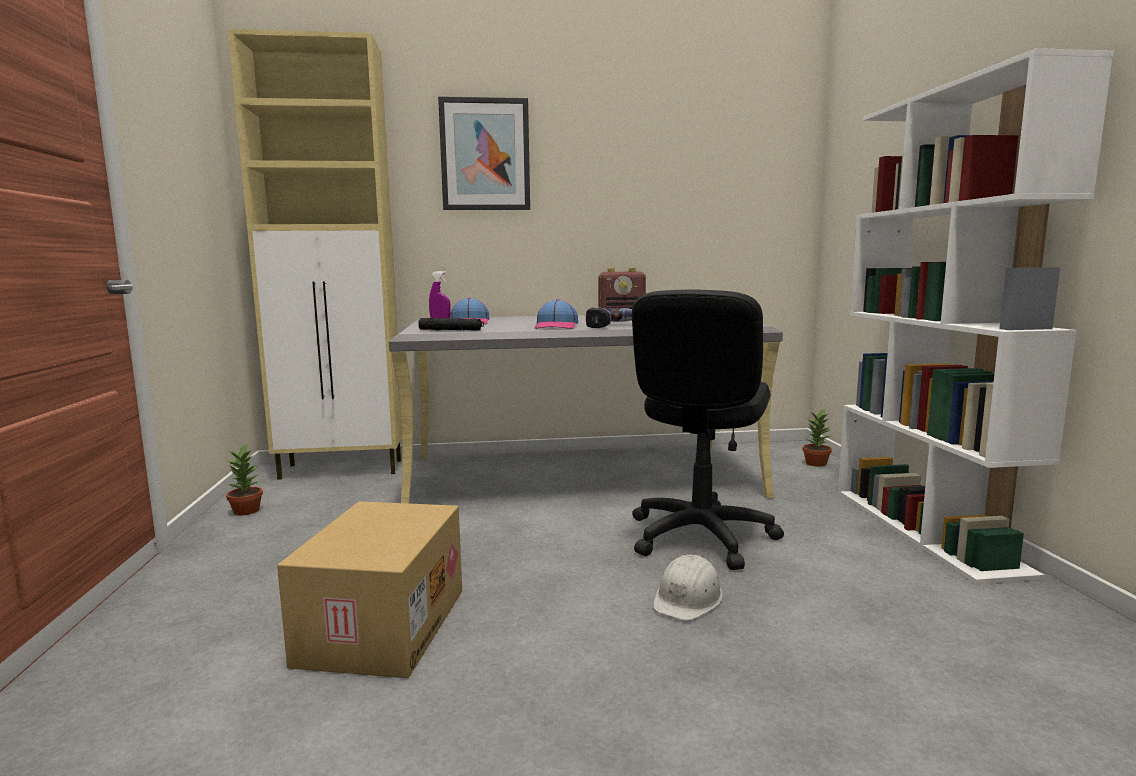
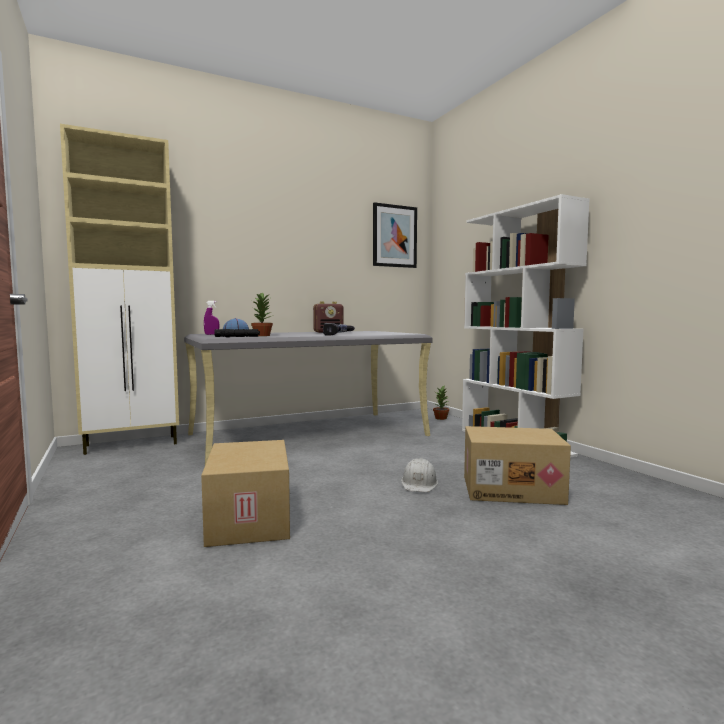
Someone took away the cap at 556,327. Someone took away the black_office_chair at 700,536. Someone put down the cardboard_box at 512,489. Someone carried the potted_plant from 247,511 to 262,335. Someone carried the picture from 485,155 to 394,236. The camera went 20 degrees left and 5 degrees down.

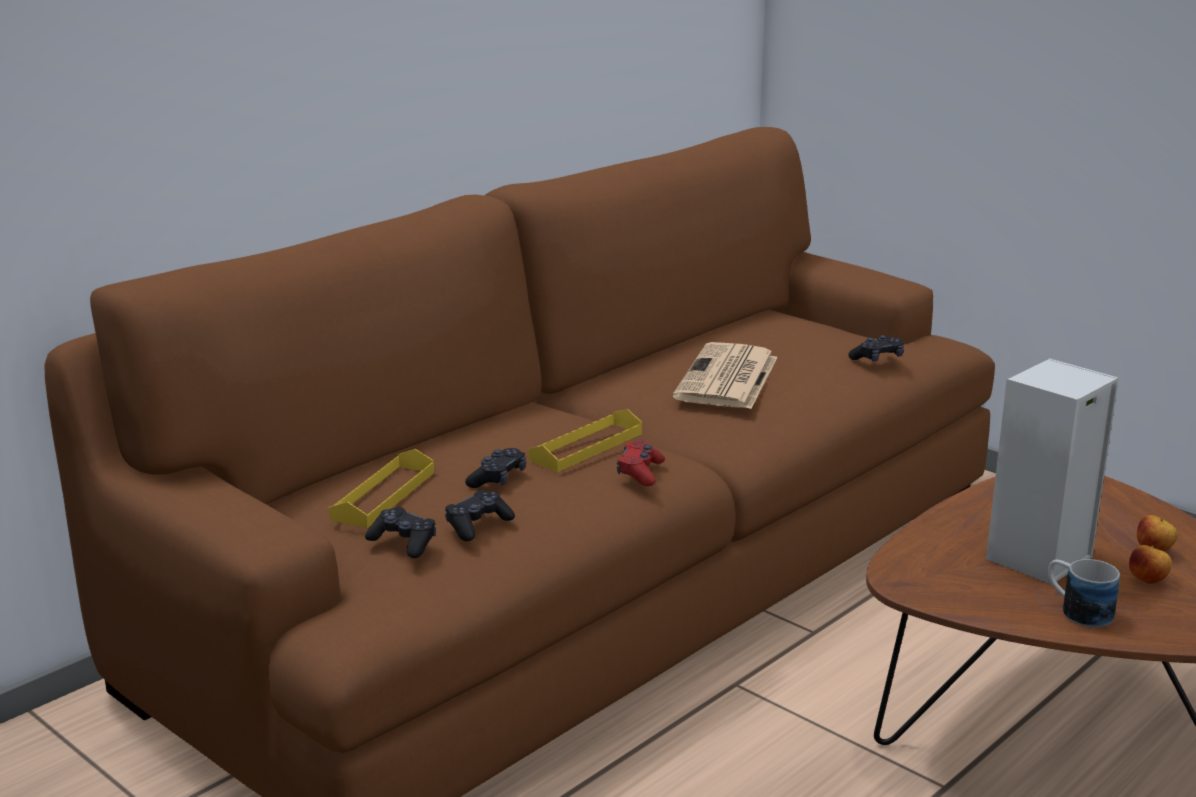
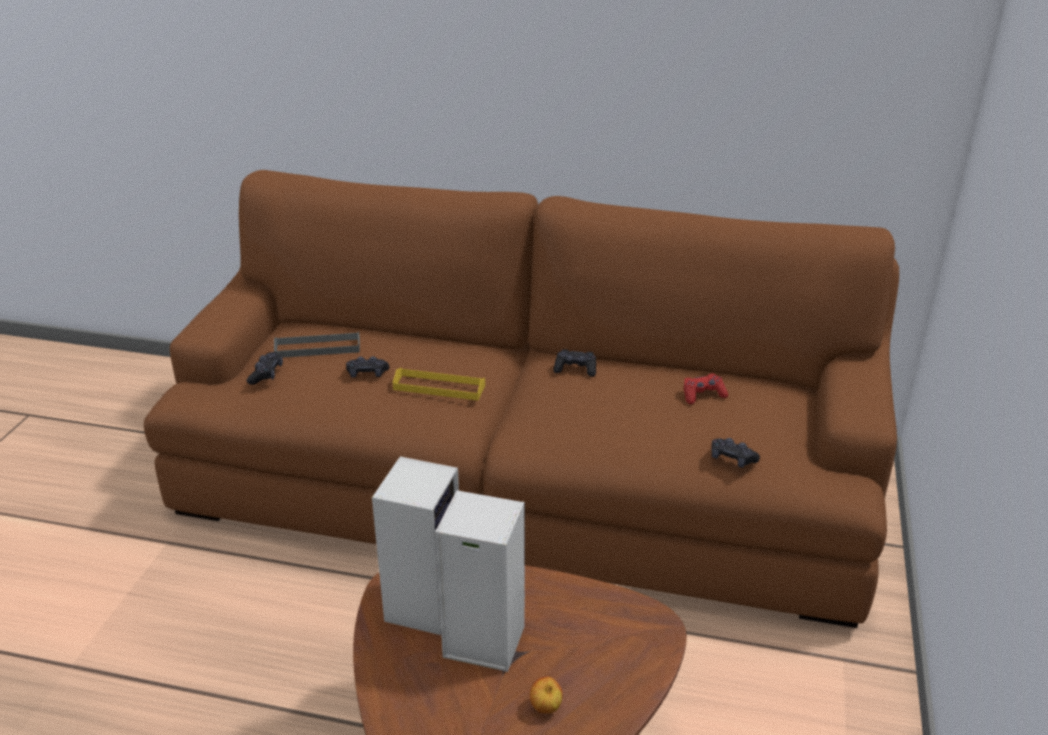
Someone took away the newspaper at 727,379. Someone took away the mug at 1077,611. Someone took away the apple at 1147,581. Someone put down the speaker at 424,602. Someone carried the black_game_controller from 477,525 to 575,369. Someone carried the red_game_controller from 640,472 to 703,395. Someone repainted the yellow_tray at 383,495, which became the grey_tray at 318,348. The camera went 60 degrees right and 10 degrees up.

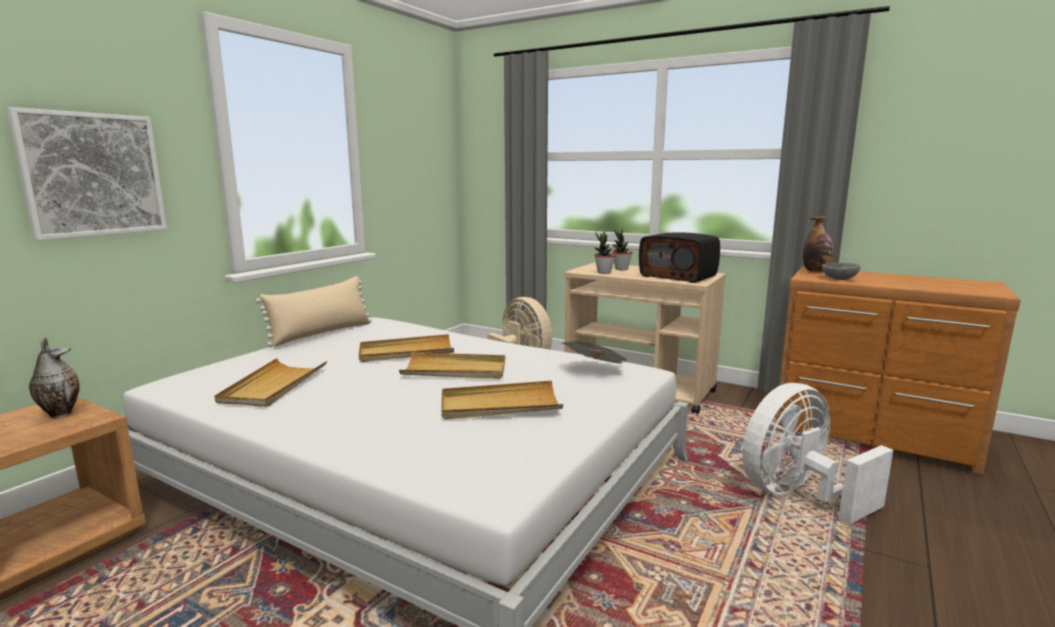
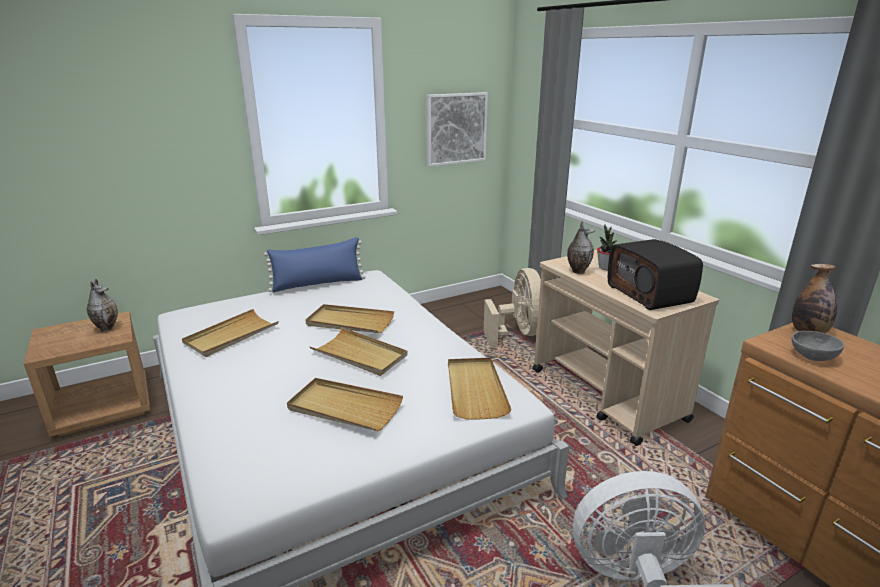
Someone carried the picture from 93,174 to 456,129. Someone swapped the newspaper at 596,370 for the beige_tray at 475,389. Someone swapped the potted_plant at 604,272 for the vase at 577,271. Someone repainted the beige_pillow at 321,333, which became the blue_pillow at 318,284. The camera went 30 degrees right and 10 degrees up.

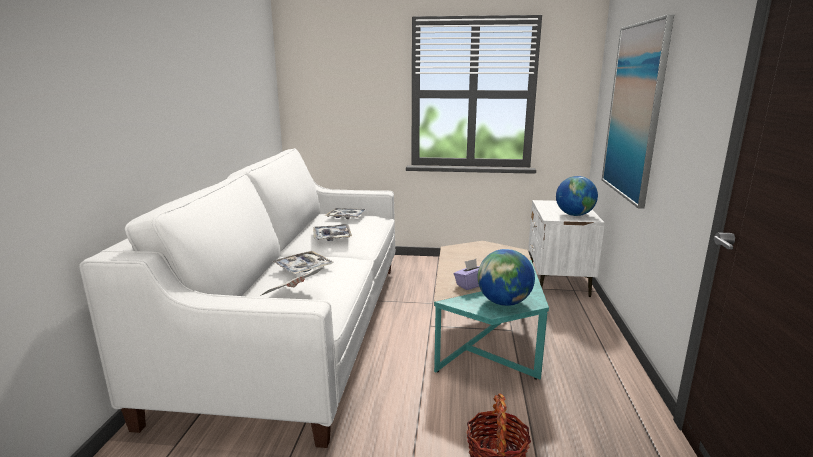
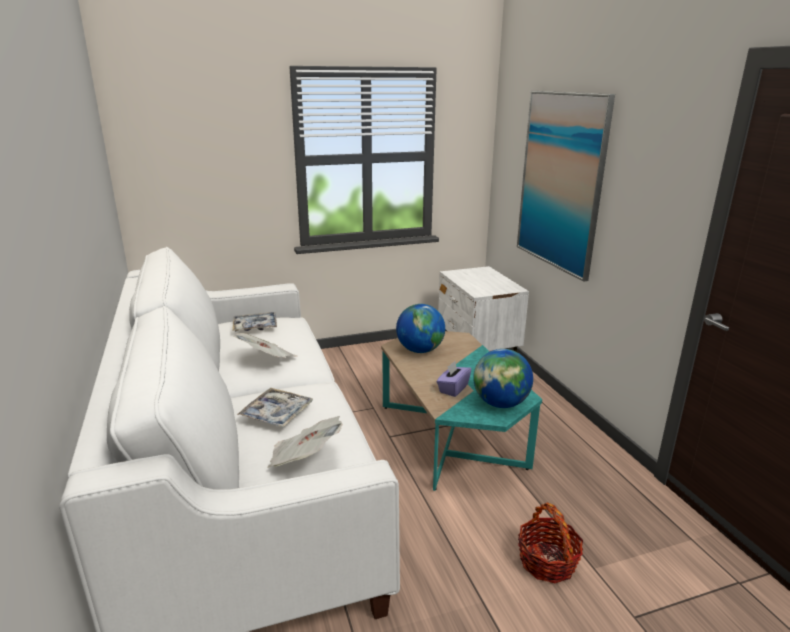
Someone carried the globe from 574,215 to 420,350. Someone swapped the tray at 332,237 for the newspaper at 267,360. The camera went 25 degrees left and 5 degrees up.

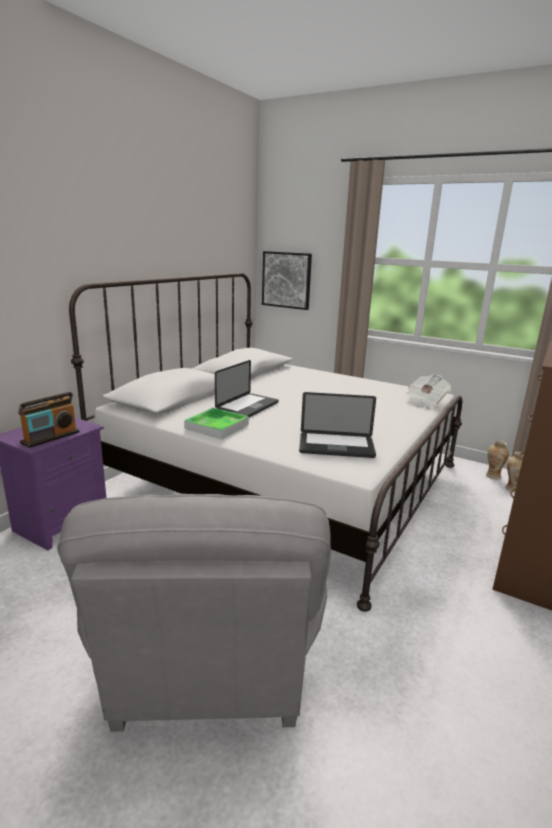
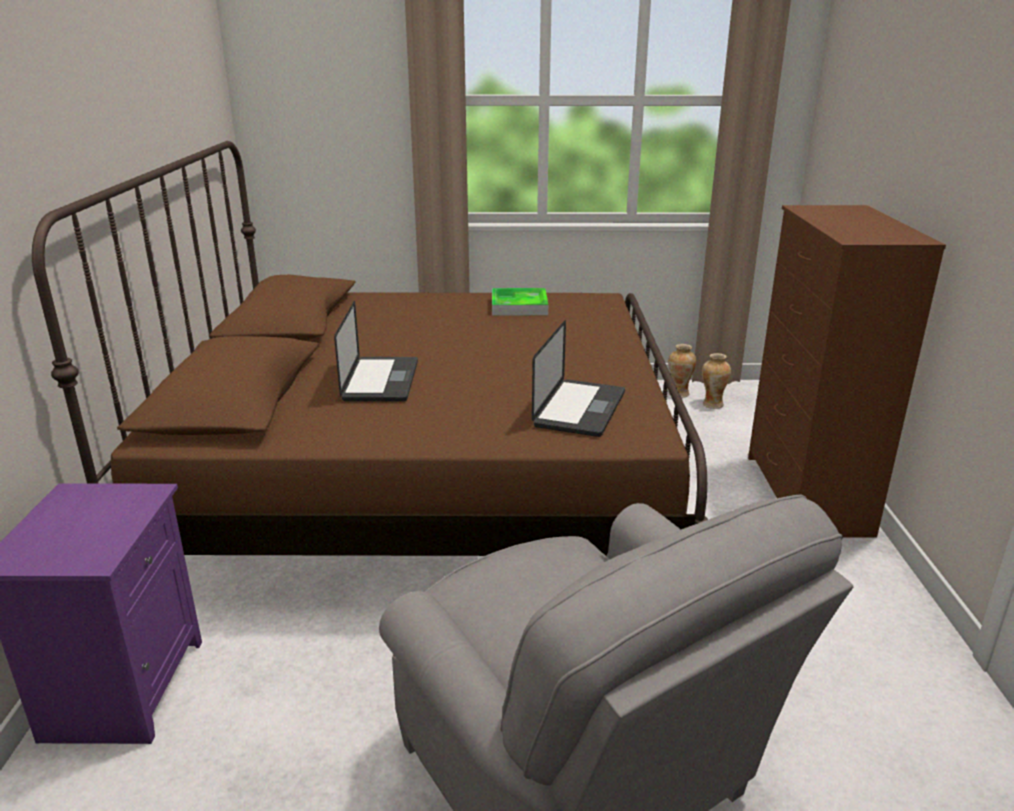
Someone took away the radio at 51,437. Someone took away the picture at 286,280. Someone took away the newspaper at 424,402. Someone carried the tray from 217,426 to 519,306. Someone repainted the white_bed at 285,478, which became the brown_bed at 429,480. Someone rotated the laptop at 336,446 by 45 degrees counterclockwise. The camera went 30 degrees left and 5 degrees up.

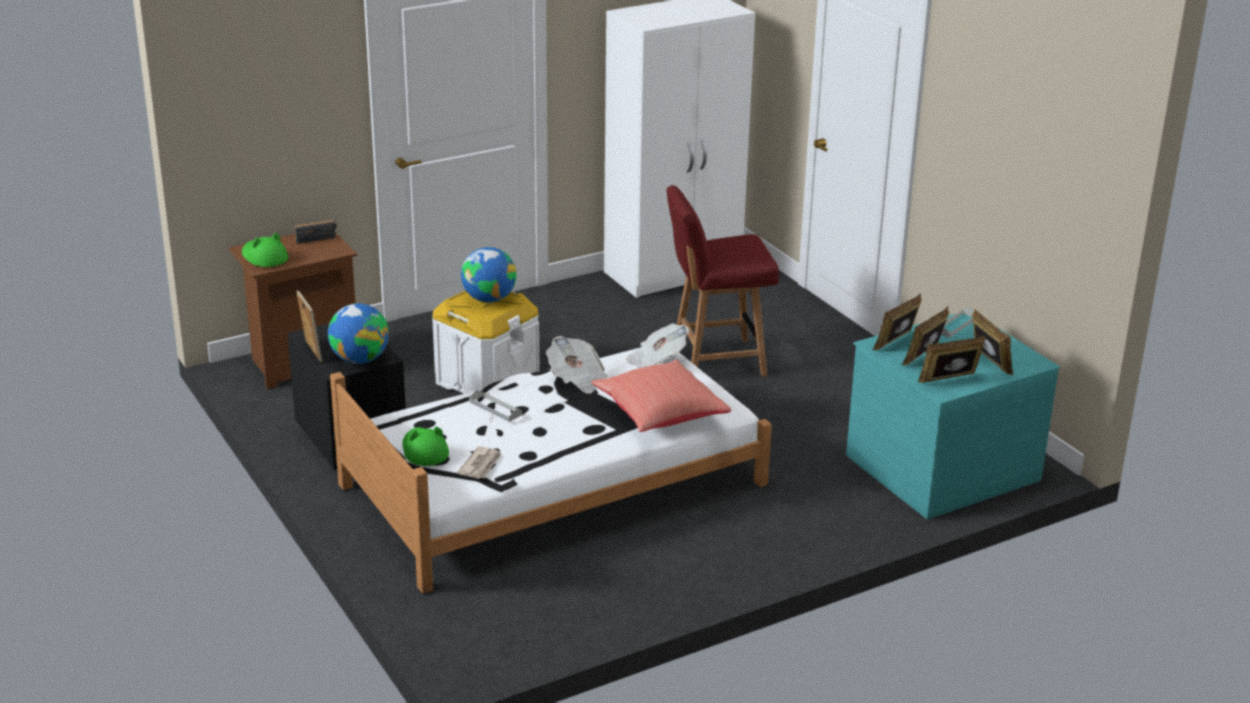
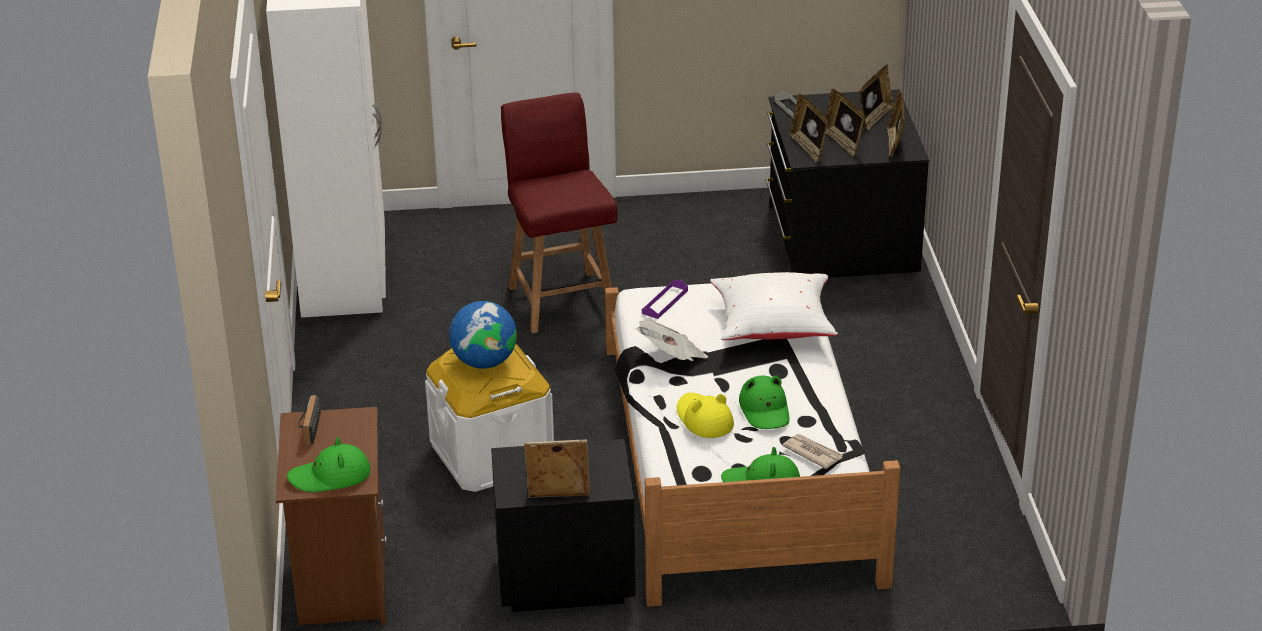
Someone took away the globe at 360,359. Someone put down the green_hat at 765,410. Someone swapped the grey_tray at 495,408 for the yellow_hat at 704,419. Someone swapped the newspaper at 656,361 for the purple_tray at 665,302. Someone repainted the red_pillow at 659,415, which became the white_pillow at 773,327. Someone repainted the turquoise_dresser at 940,466, which became the black_dresser at 840,238. Someone rotated the red_chair at 716,360 by 150 degrees clockwise. Someone rotated the picture_frame at 988,363 by 120 degrees clockwise. The camera went 65 degrees left and 5 degrees up.

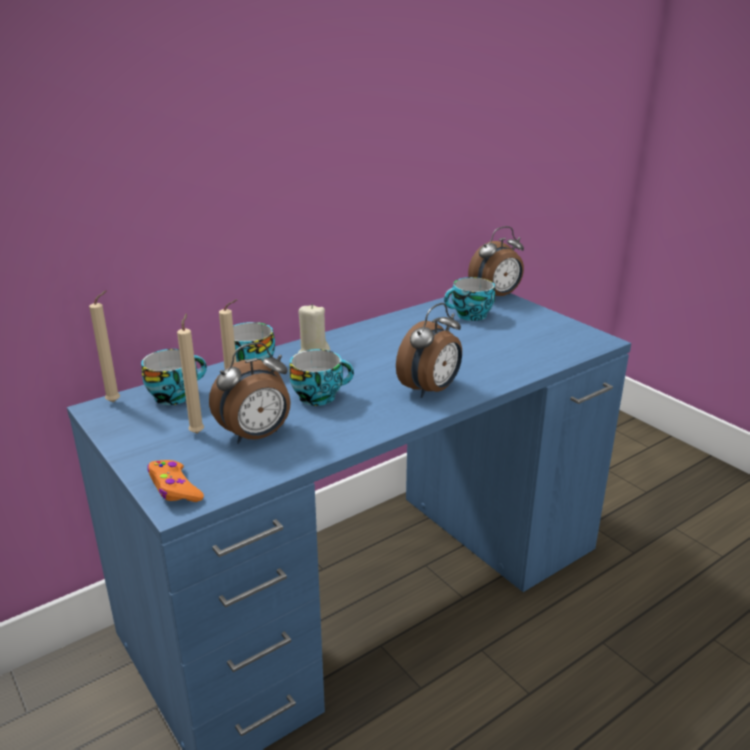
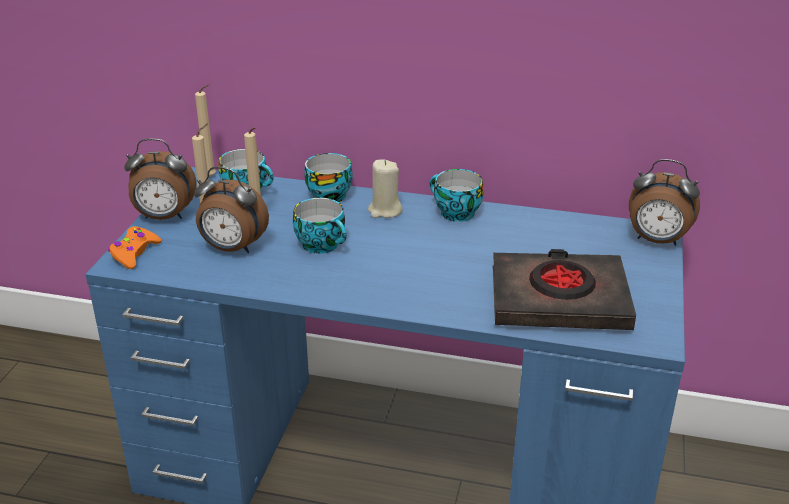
Someone put down the black_book at 559,300. Someone carried the alarm_clock from 431,390 to 164,217. Someone carried the cup from 470,316 to 454,213. The camera went 50 degrees right and 5 degrees up.

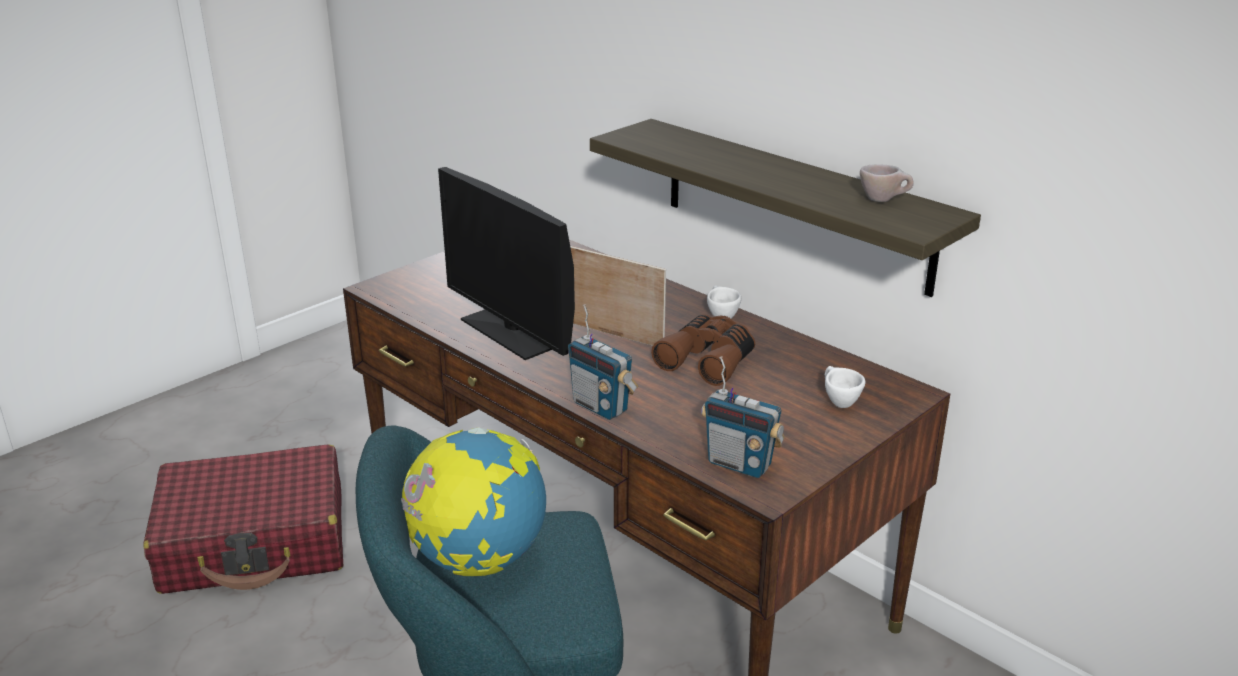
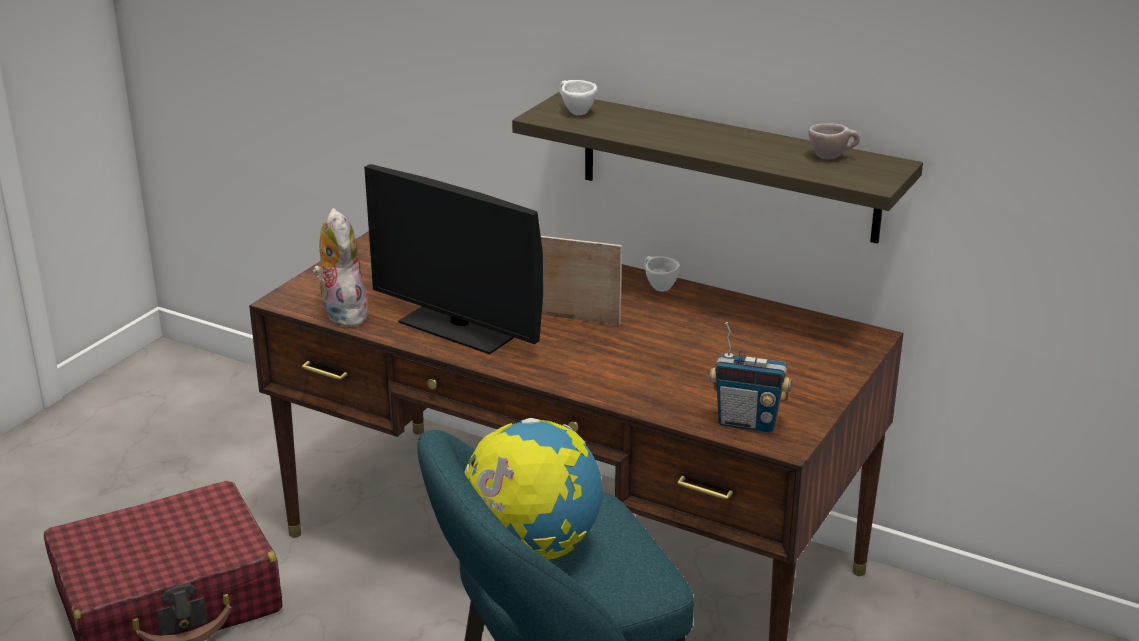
Someone took away the radio at 601,407. Someone took away the brown_binoculars at 708,360. Someone put down the plush_toy at 341,314. Someone carried the white_cup from 838,402 to 574,112. The camera went 15 degrees left and 0 degrees up.

